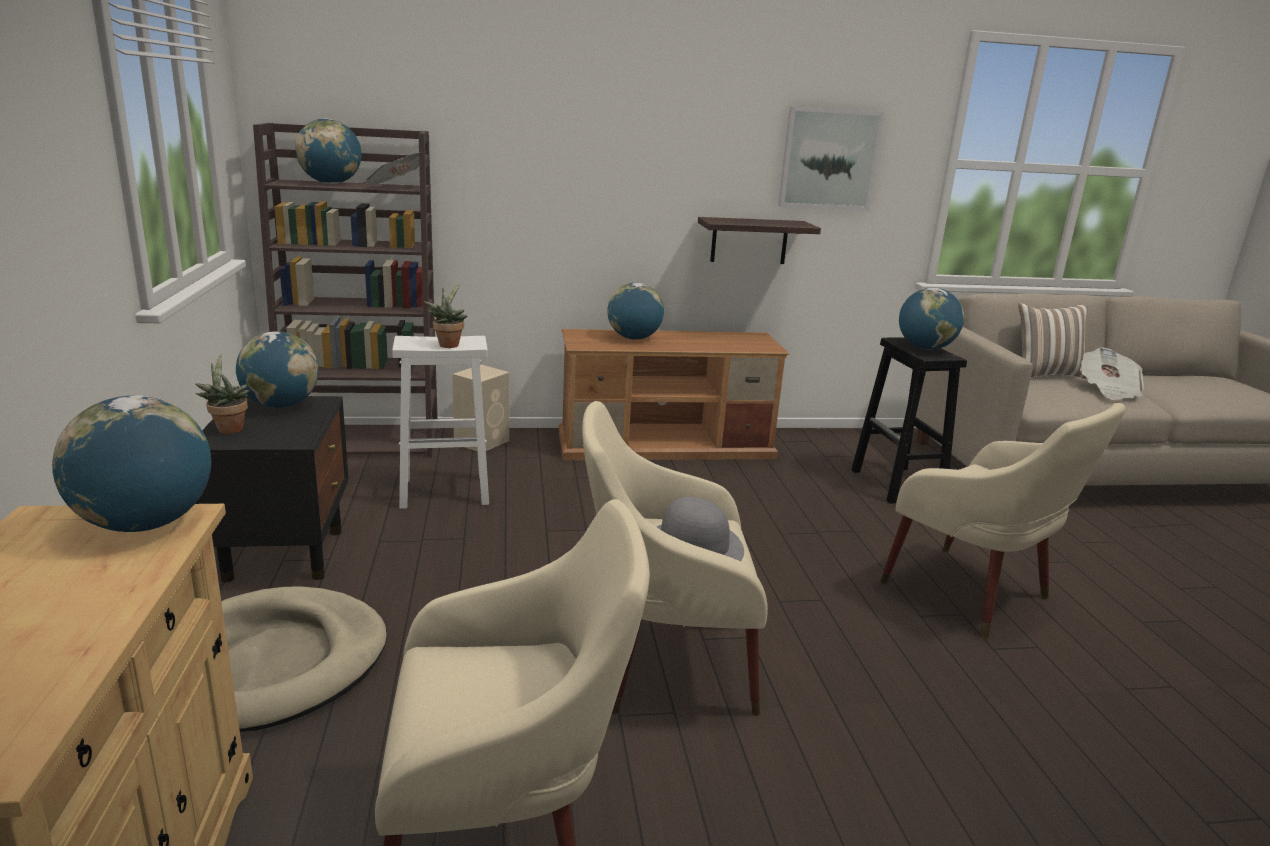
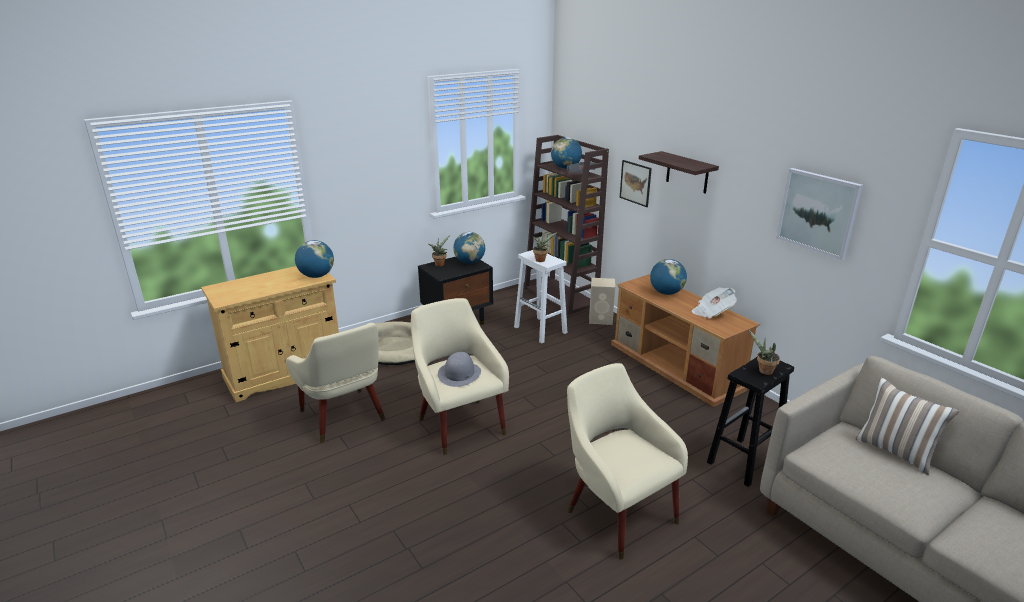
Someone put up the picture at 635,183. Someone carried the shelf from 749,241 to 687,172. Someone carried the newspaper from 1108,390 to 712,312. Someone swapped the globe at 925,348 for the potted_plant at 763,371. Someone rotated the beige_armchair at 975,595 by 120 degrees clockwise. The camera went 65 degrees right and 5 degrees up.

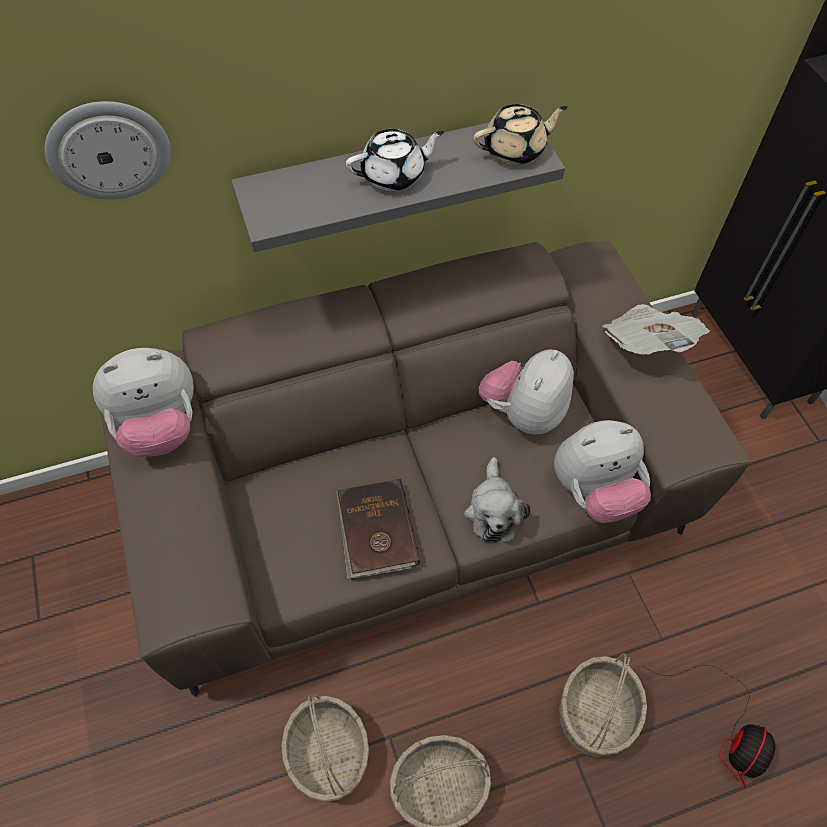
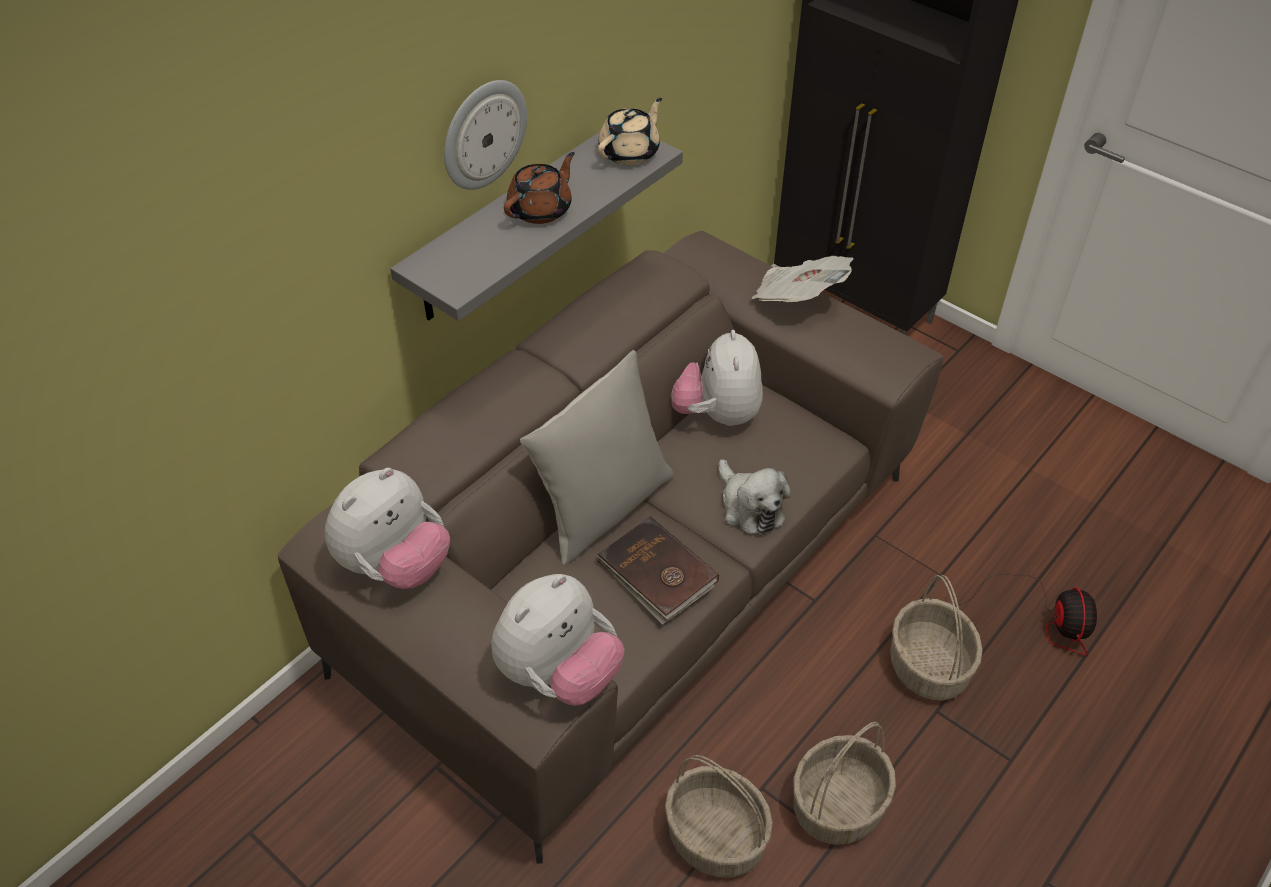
Someone put down the grey_pillow at 603,508. Someone carried the wall_clock from 108,149 to 483,134. Someone carried the plush_toy from 594,491 to 559,673. Someone repainted the white_teapot at 394,175, which became the brown_teapot at 541,209. The camera went 30 degrees left and 10 degrees down.

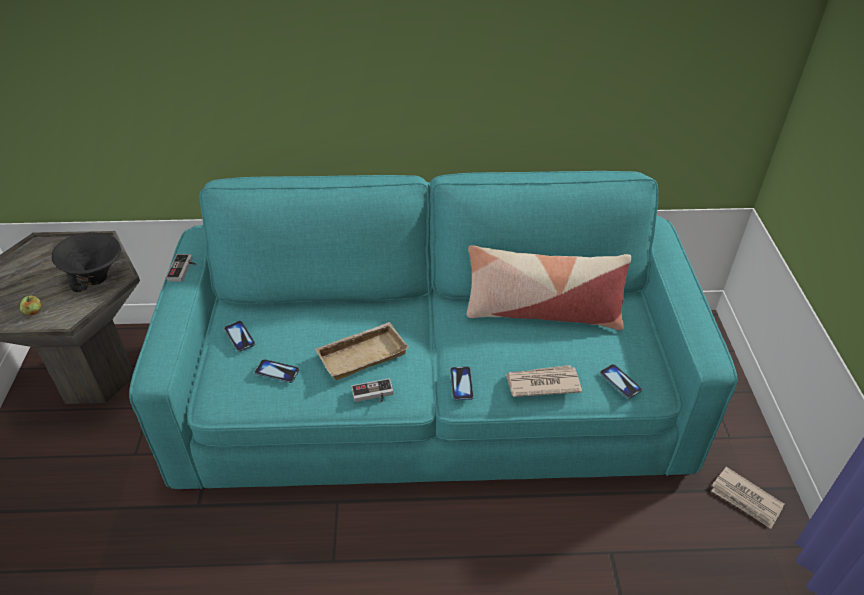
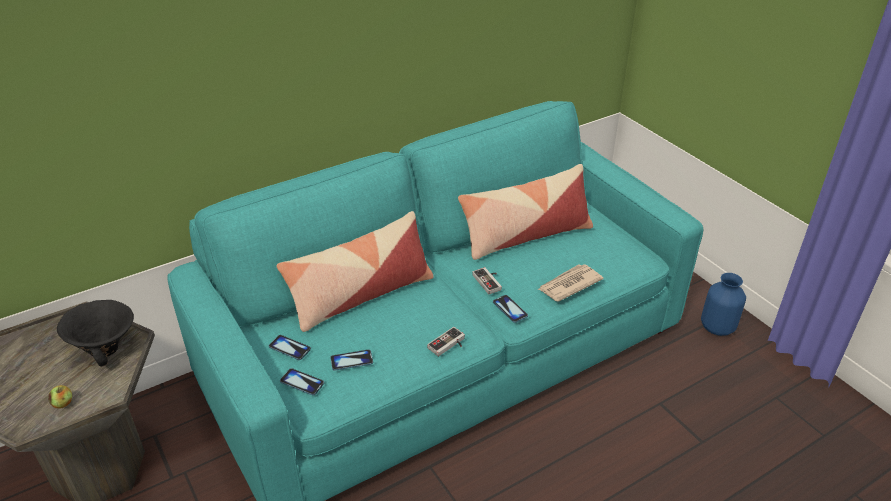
Someone took away the beige_tray at 362,354. Someone put down the pillow at 361,295. Someone carried the game_controller from 183,270 to 489,281. Someone carried the phone from 620,382 to 302,382. Someone swapped the newspaper at 746,499 for the blue_vase at 717,327. The camera went 30 degrees left and 5 degrees down.

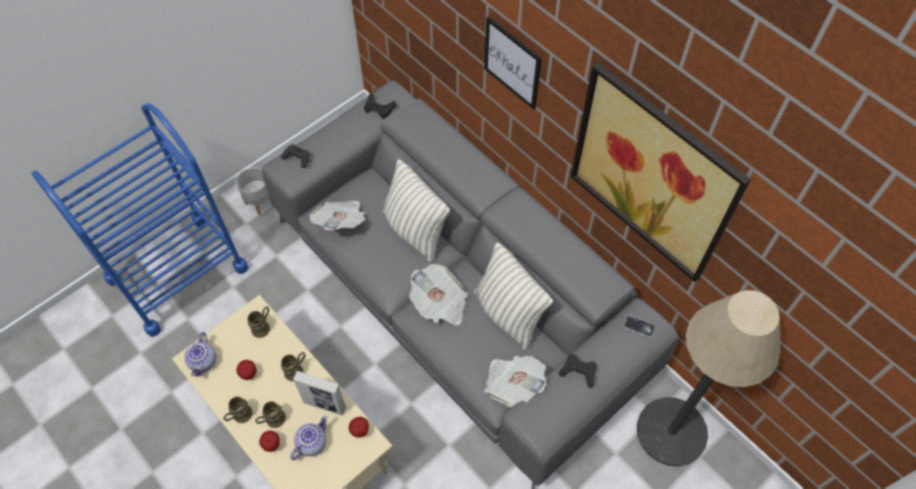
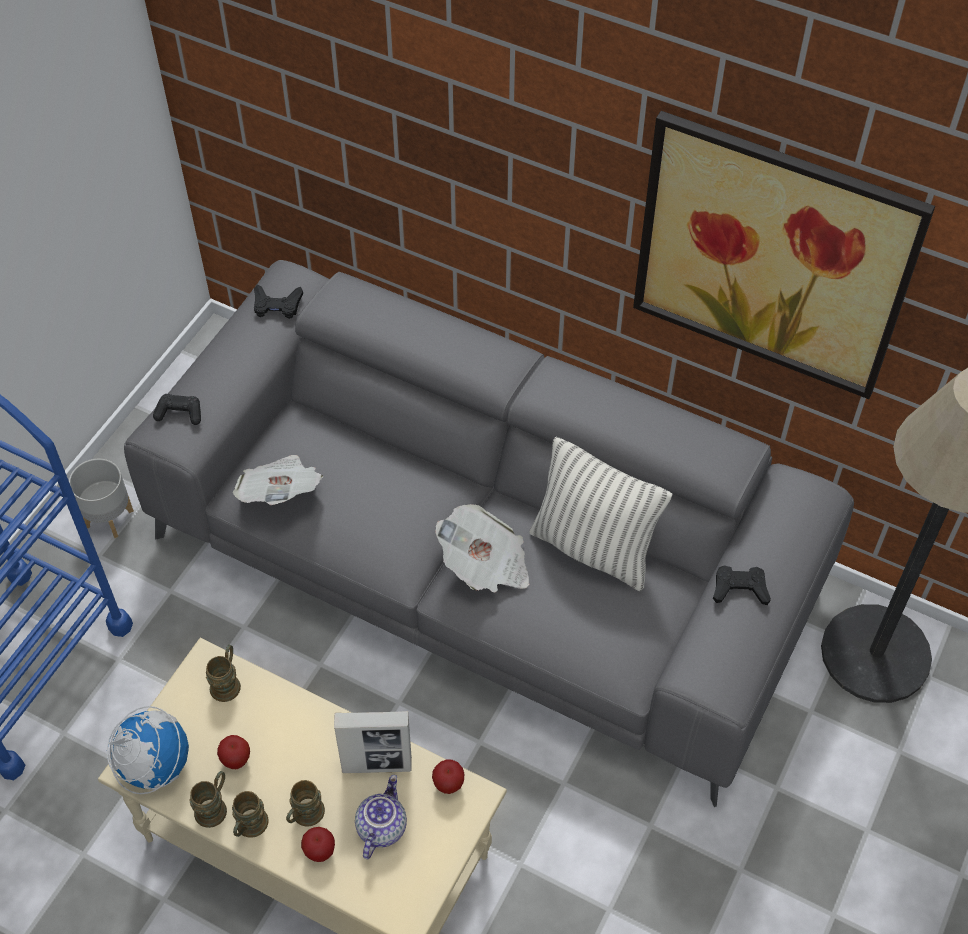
Someone took away the pillow at 415,230. Someone took away the picture at 512,63. Someone took away the newspaper at 513,384. Someone took away the phone at 639,327. Someone carried the brown_mug from 296,369 to 214,806. Someone swapped the teapot at 204,362 for the globe at 154,766. The camera went 20 degrees left and 5 degrees down.

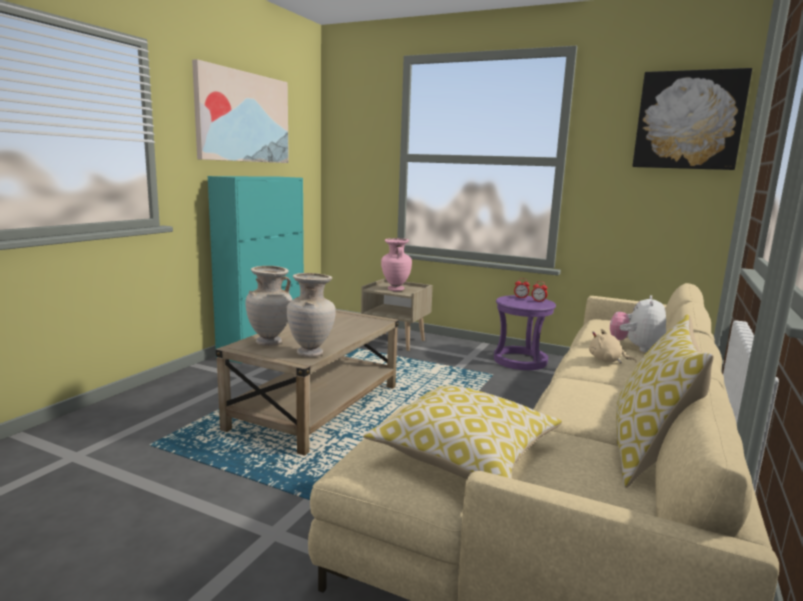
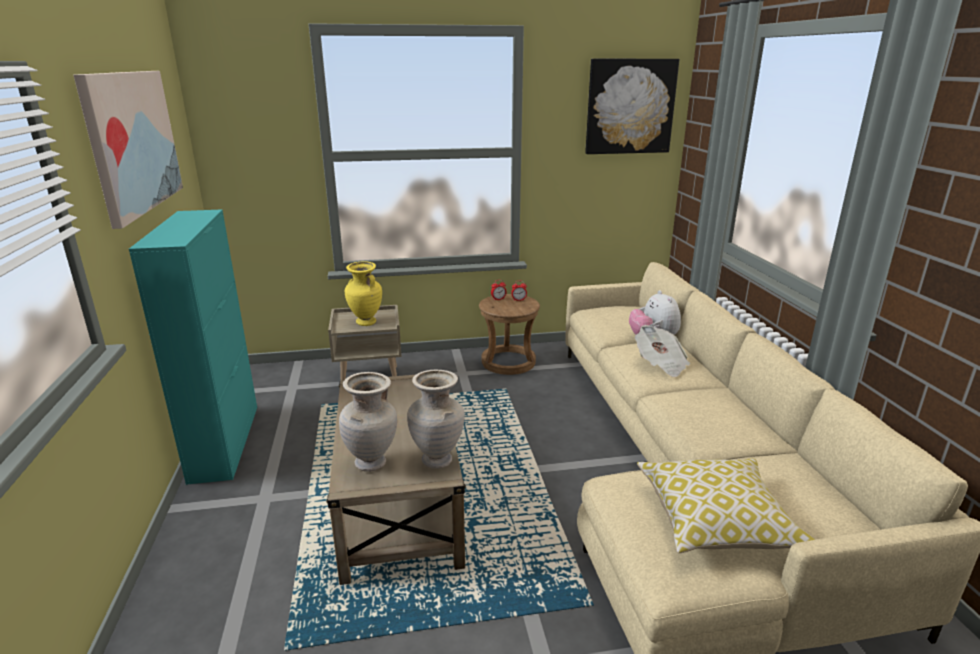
Someone took away the pillow at 648,456. Someone swapped the beige_plush_toy at 607,360 for the newspaper at 660,364. Someone repainted the pink_vase at 395,289, which became the yellow_vase at 365,323. Someone repainted the purple_stool at 520,361, which became the brown_stool at 508,362. The camera went 35 degrees left and 10 degrees up.

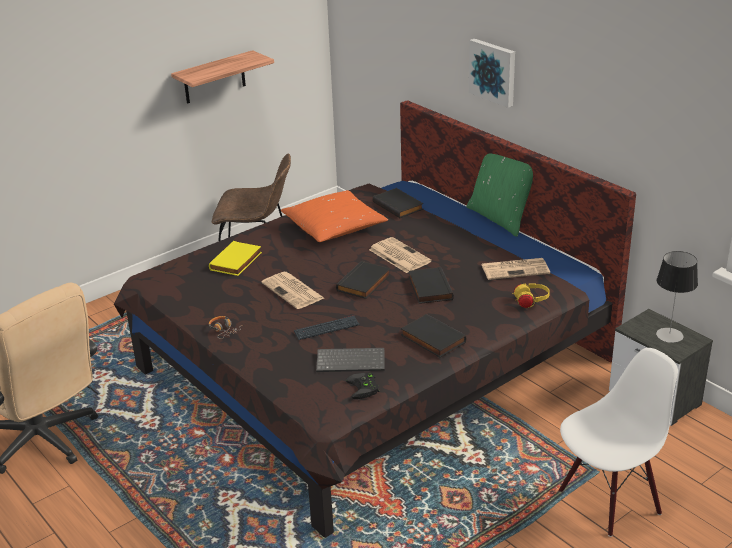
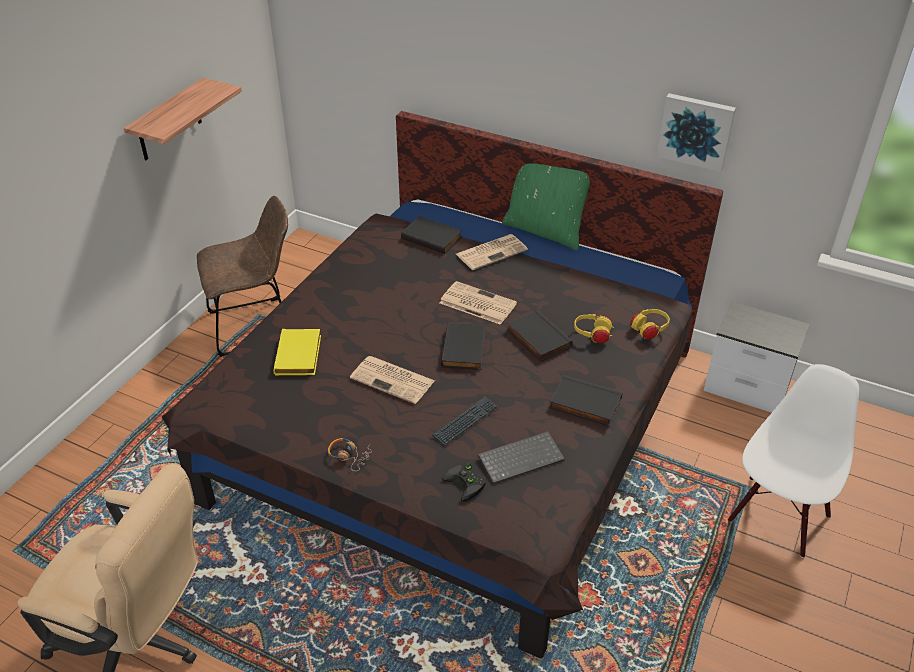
Someone took away the orange_pillow at 334,227. Someone took away the table_lamp at 669,335. Someone put down the yellow_headphones at 592,335. Someone carried the black_game_controller from 364,388 to 467,483. Someone carried the picture from 493,72 to 696,131. Someone carried the newspaper from 516,269 to 492,252. The camera went 25 degrees left and 10 degrees up.

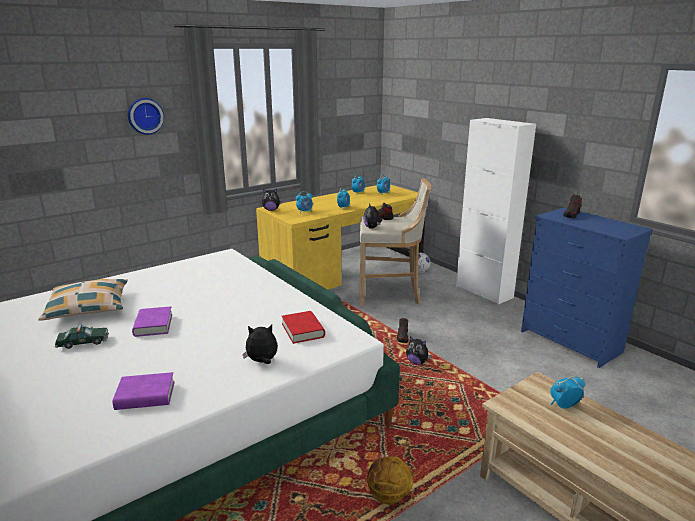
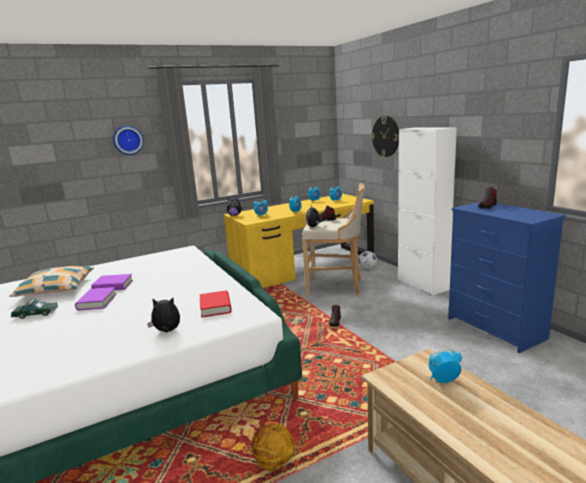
Someone took away the plush_toy at 417,362. Someone put up the wall_clock at 386,136. Someone carried the purple_book from 145,396 to 113,286. The camera went 10 degrees right and 5 degrees down.

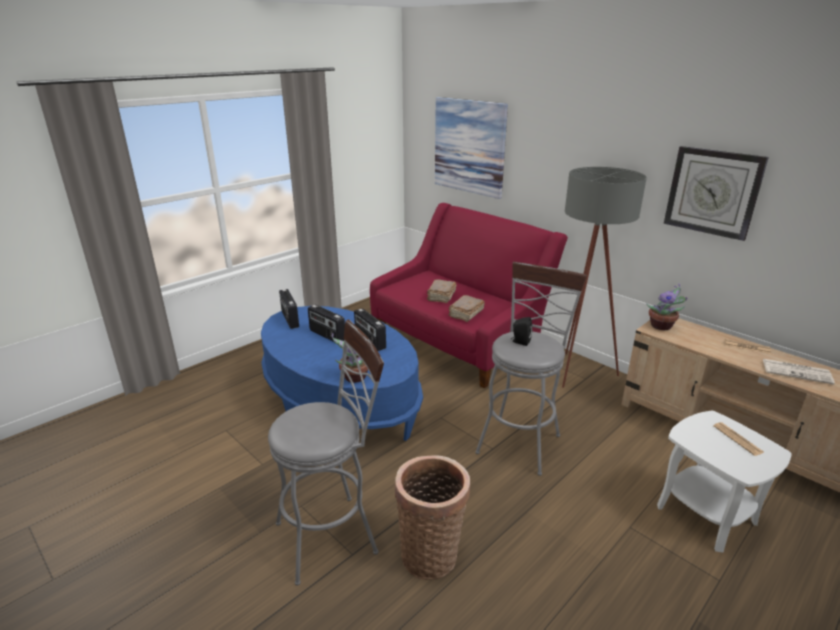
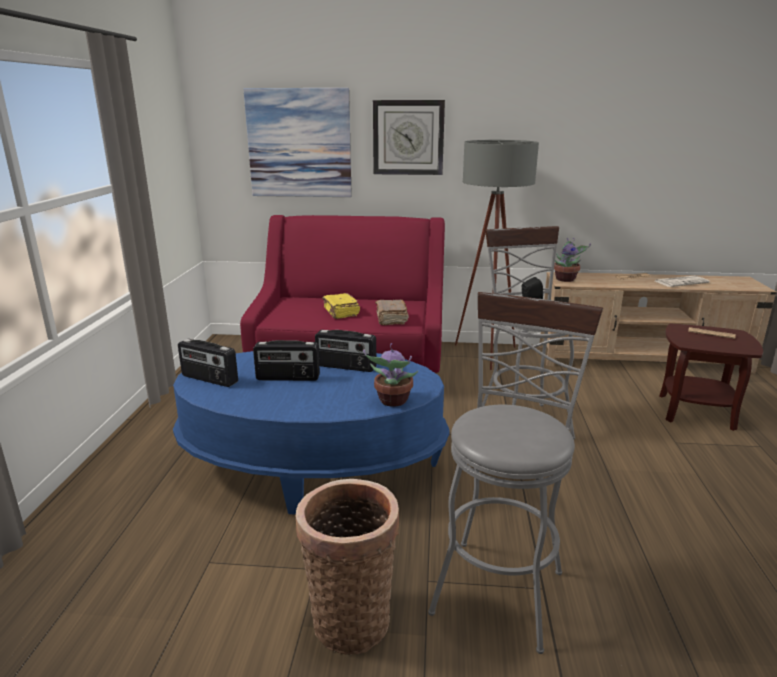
Someone carried the basket from 431,553 to 351,617. Someone carried the wall_clock from 713,192 to 408,137. Someone repainted the brown_book at 441,296, which became the yellow_book at 341,312. Someone repainted the white_side_table at 706,514, which became the brown_side_table at 696,411. The camera went 40 degrees left and 5 degrees down.

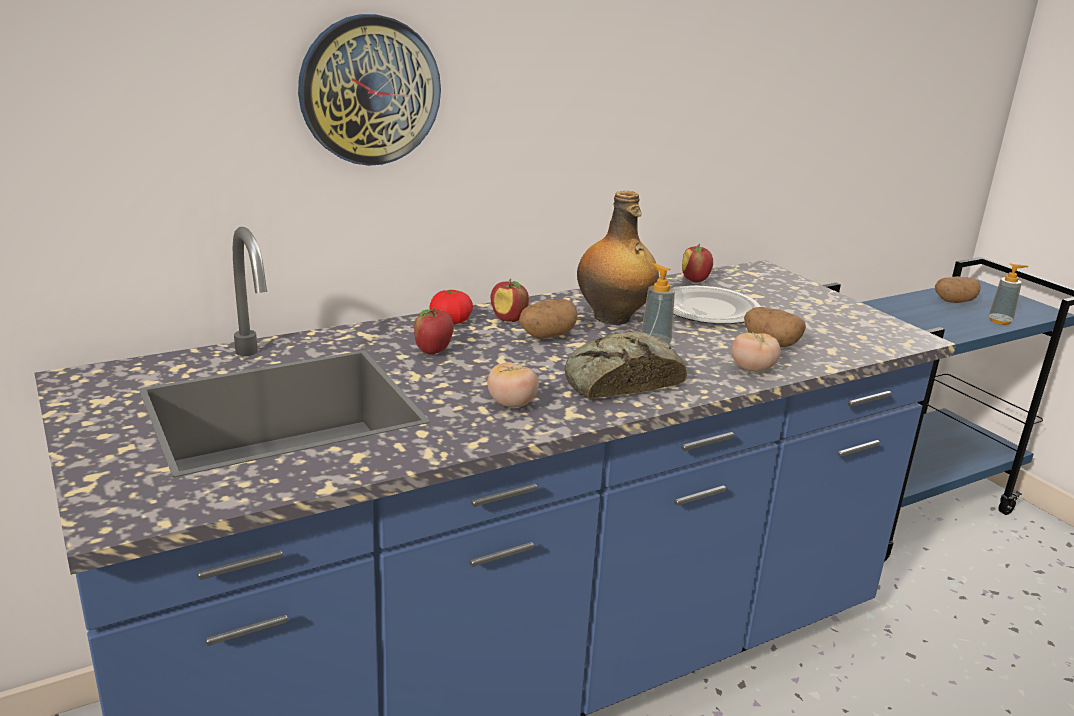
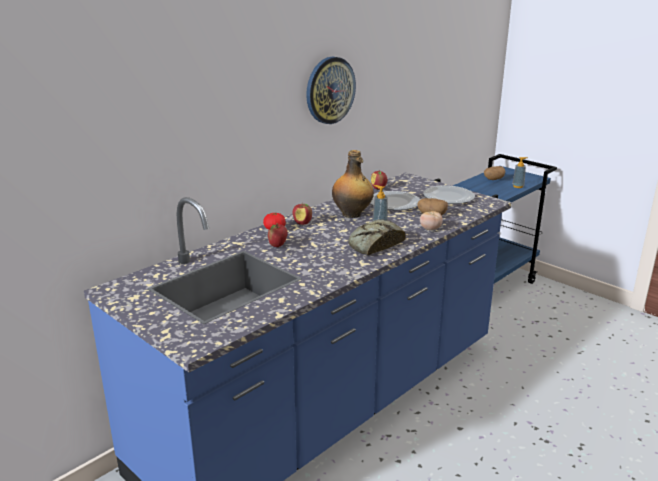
Someone took away the tomato at 512,404. Someone took away the potato at 546,336. Someone put down the plate at 448,197. Someone carried the wall_clock from 369,90 to 330,90. The camera went 15 degrees left and 0 degrees up.

